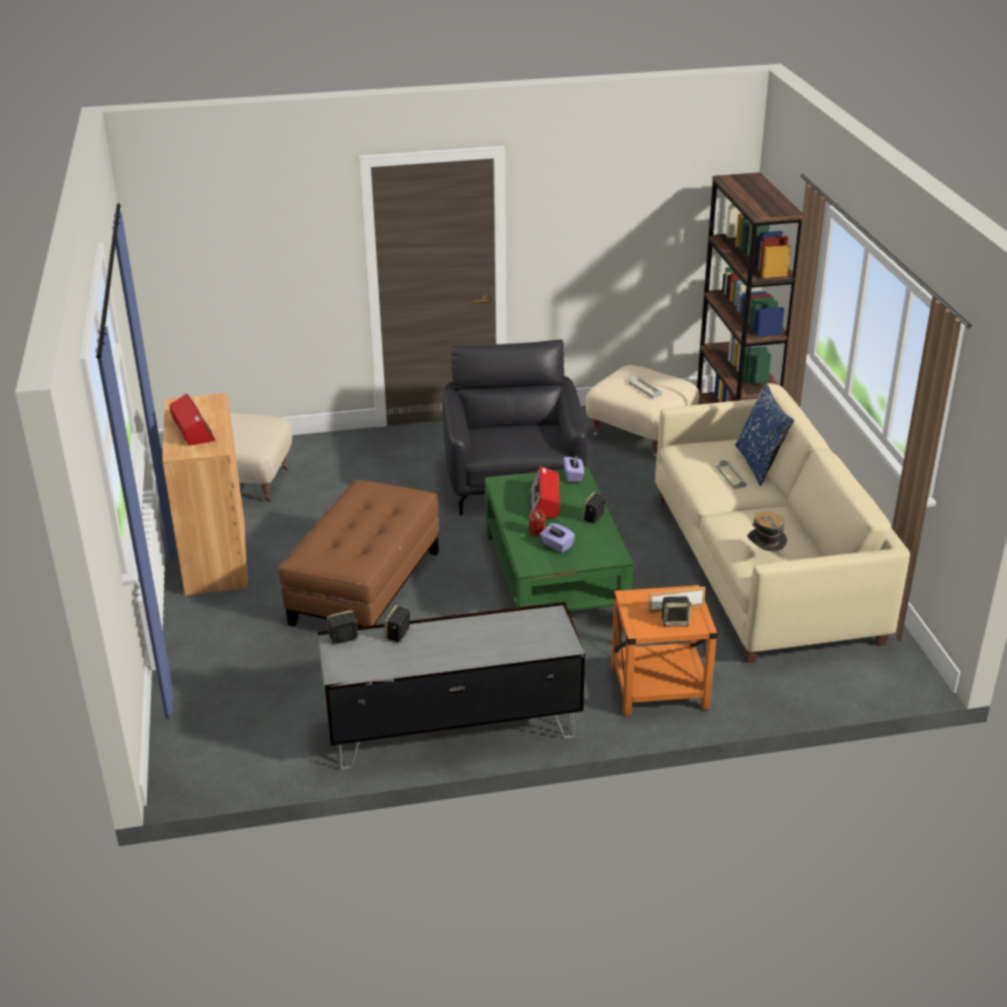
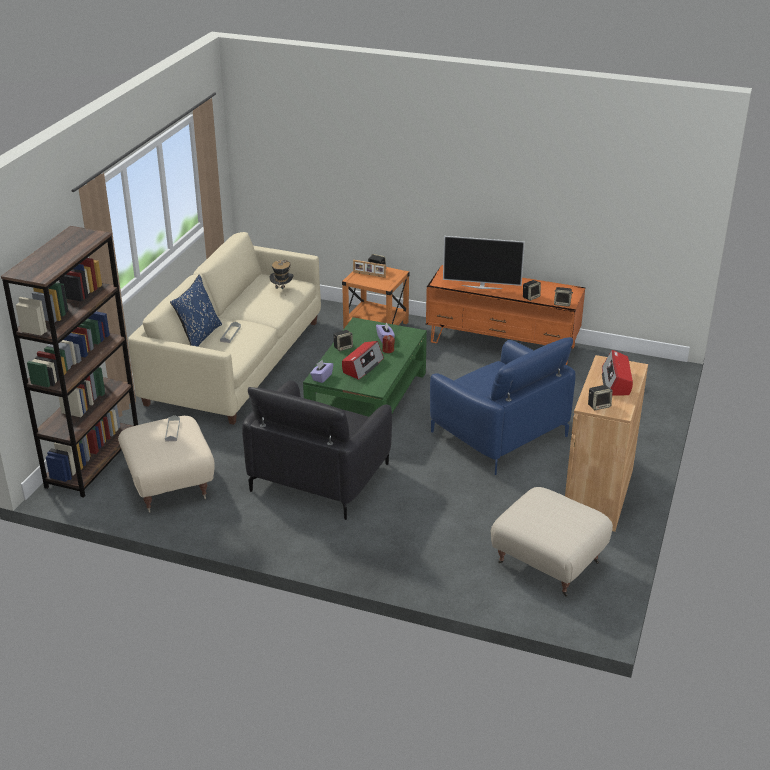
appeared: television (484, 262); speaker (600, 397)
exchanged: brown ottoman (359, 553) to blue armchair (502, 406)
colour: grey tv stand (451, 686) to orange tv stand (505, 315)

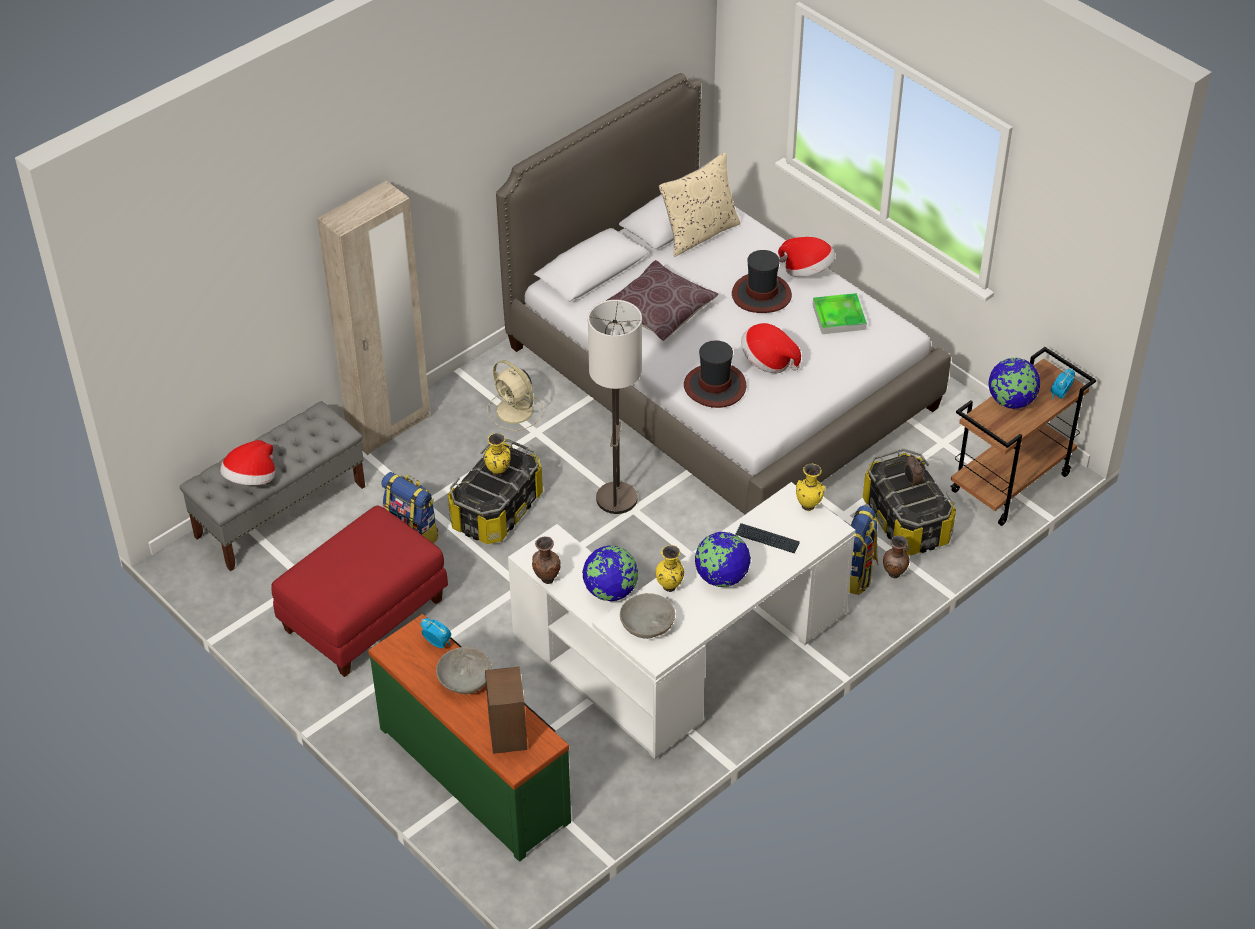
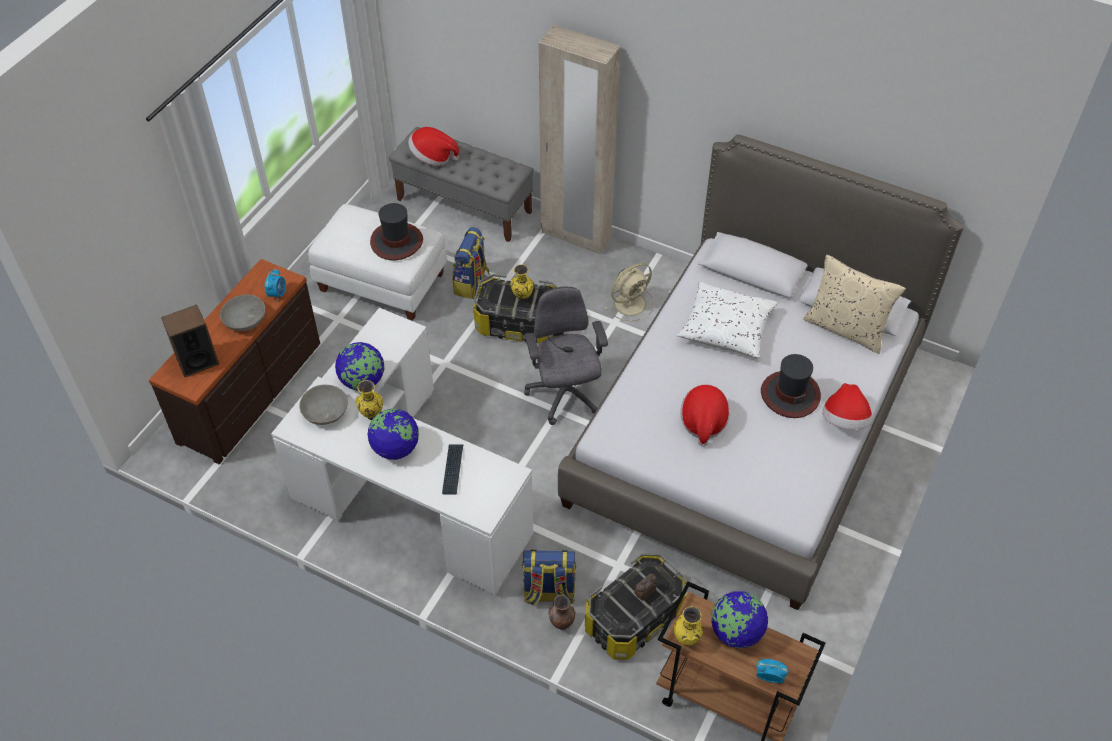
missing: tray (840, 313); brown vase (546, 560)
relocated: hat (715, 374) to (396, 231); yellow vase (810, 487) to (688, 626)
exchanged: floor lamp (615, 407) to grey office chair (566, 356)
colour: brown pillow (662, 300) to white pillow (727, 320); red ottoman (359, 591) to white ottoman (377, 262); green dresser (469, 737) to brown dresser (234, 361)
spun: beige fan (515, 395) = (630, 292) 150 degrees counterclockwise

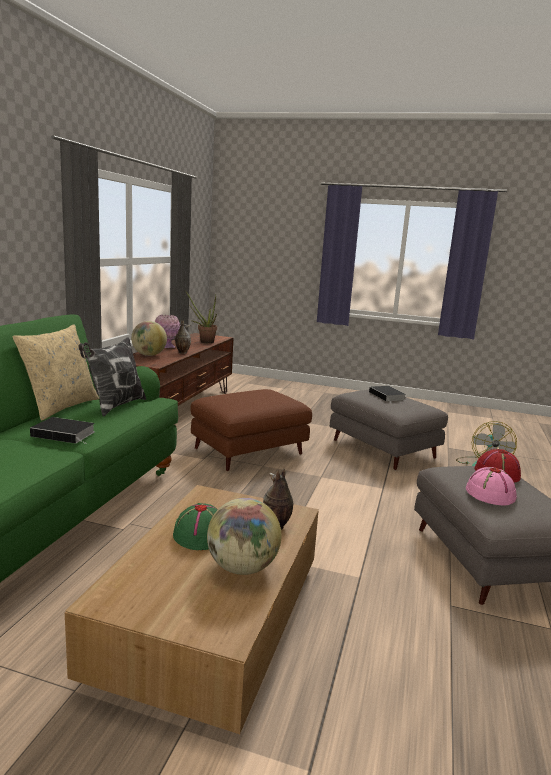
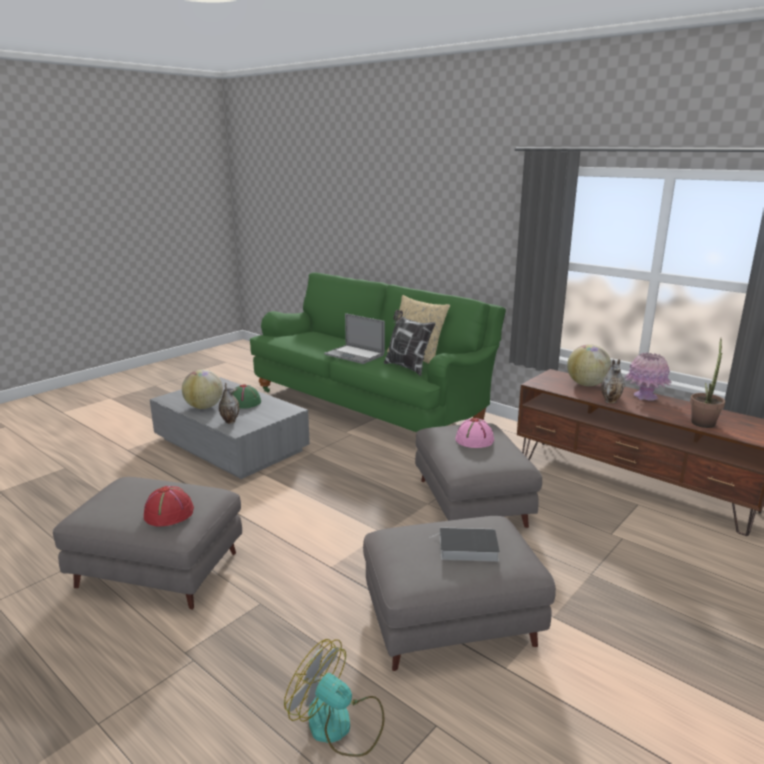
relocated: pink hat (491, 486) to (474, 433)
exchanged: book (62, 430) to laptop (354, 338)
colour: brown ottoman (251, 430) to grey ottoman (478, 475); brown coffee table (192, 609) to grey coffee table (230, 428)

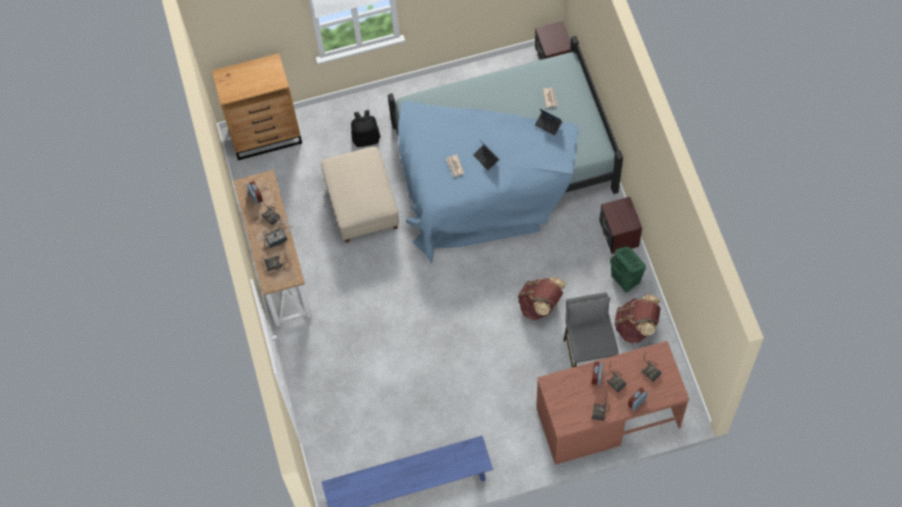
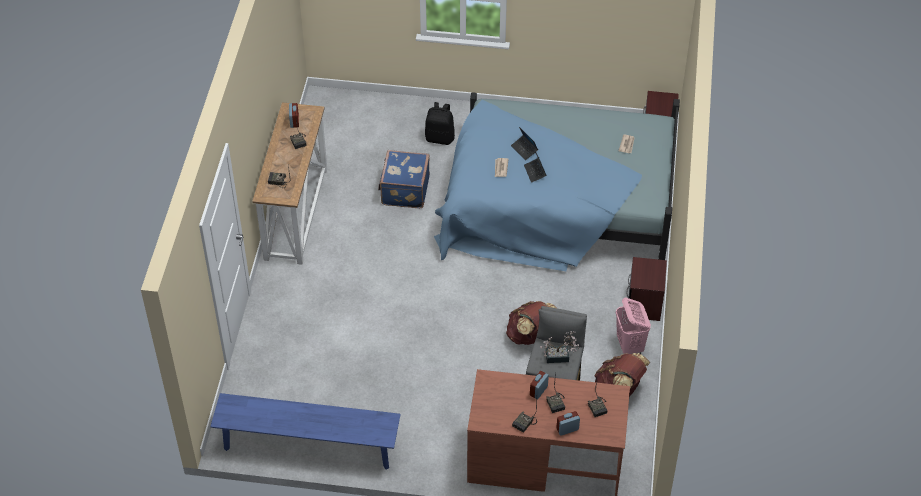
missing: brown dresser (257, 106)
relocated: laptop (548, 122) to (524, 143); potted plant (276, 231) to (559, 347)
exchanged: beige ottoman (360, 195) to blue suitcase (404, 179)
colour: green laundry basket (628, 269) to pink laundry basket (633, 326)

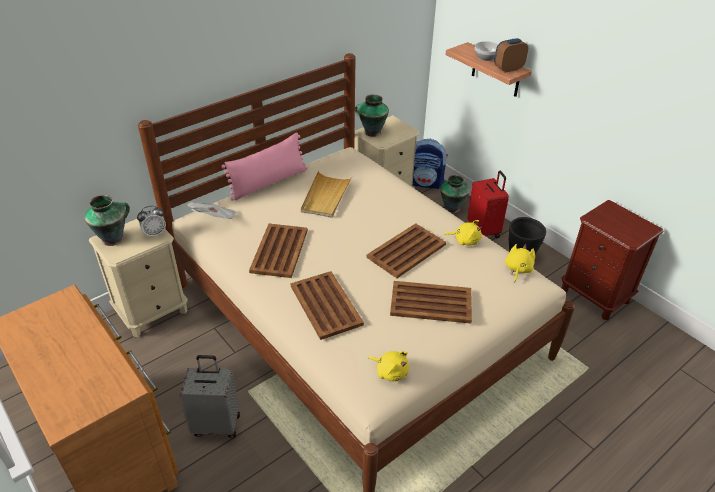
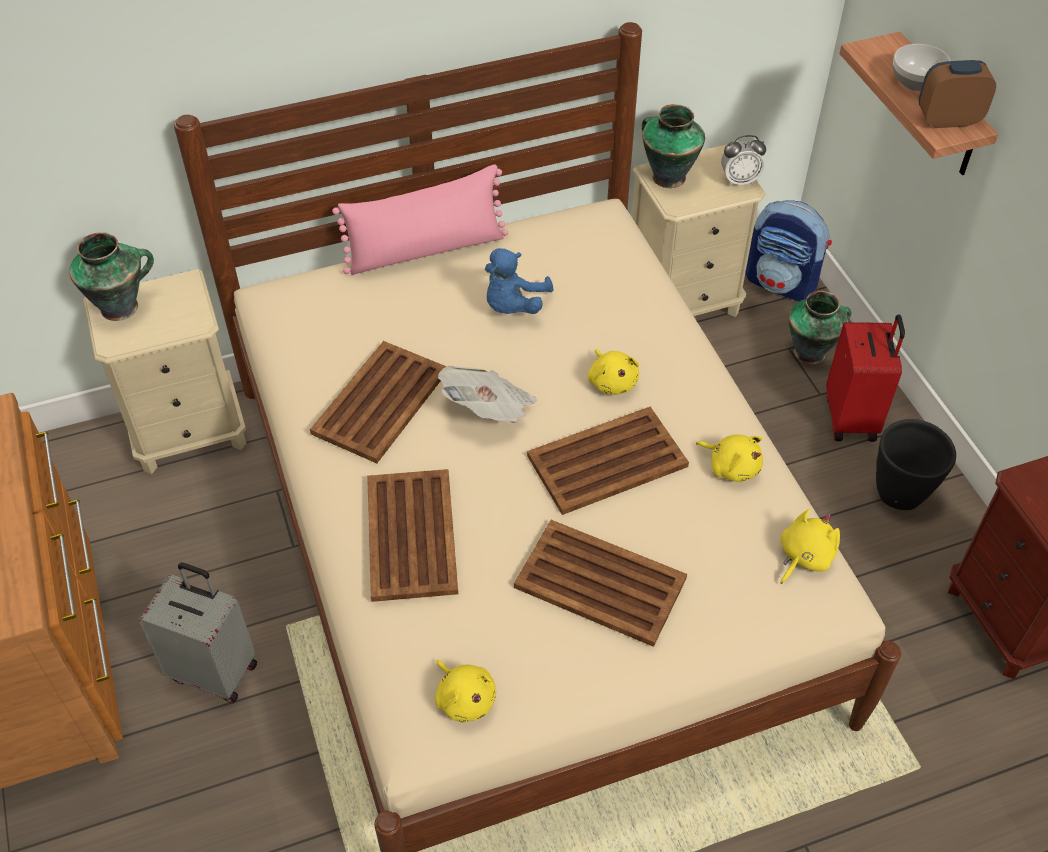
appeared: yellow plush toy (613, 372)
relocated: newspaper (213, 210) to (487, 394); alarm clock (151, 222) to (743, 160)
exchanged: beige tray (326, 194) to blue plush toy (519, 281)

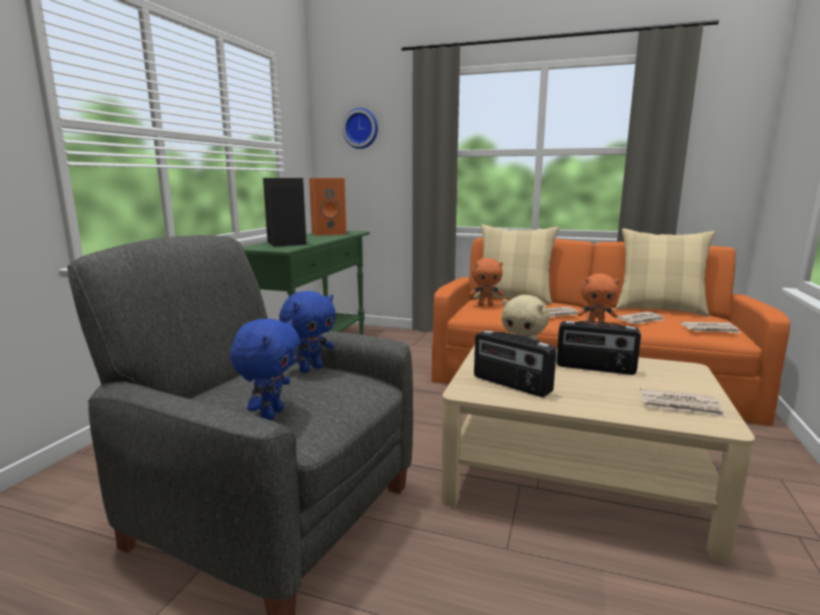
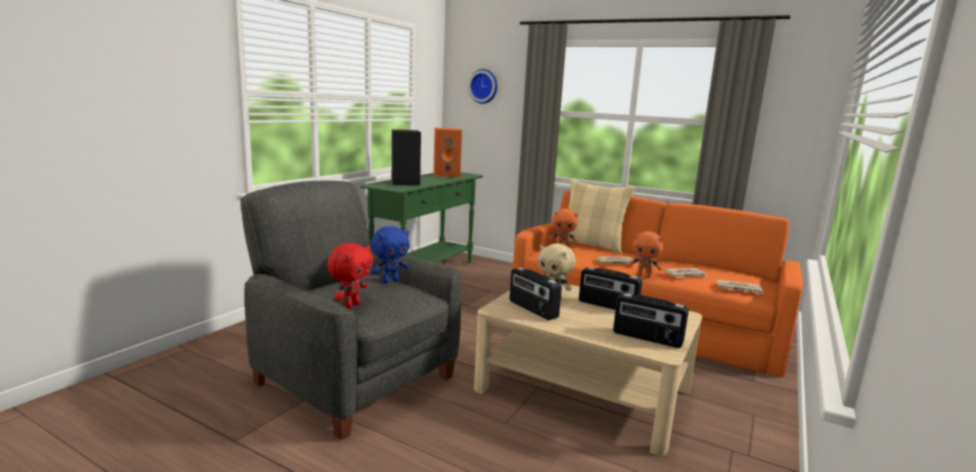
missing: beige pillow (665, 272)
exchanged: newspaper (683, 402) to radio (651, 320)
colour: blue plush toy (265, 369) to red plush toy (350, 276)

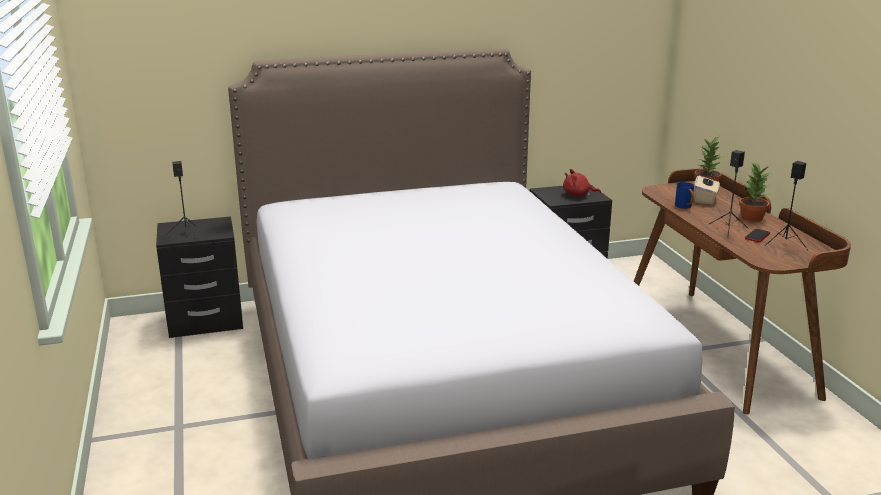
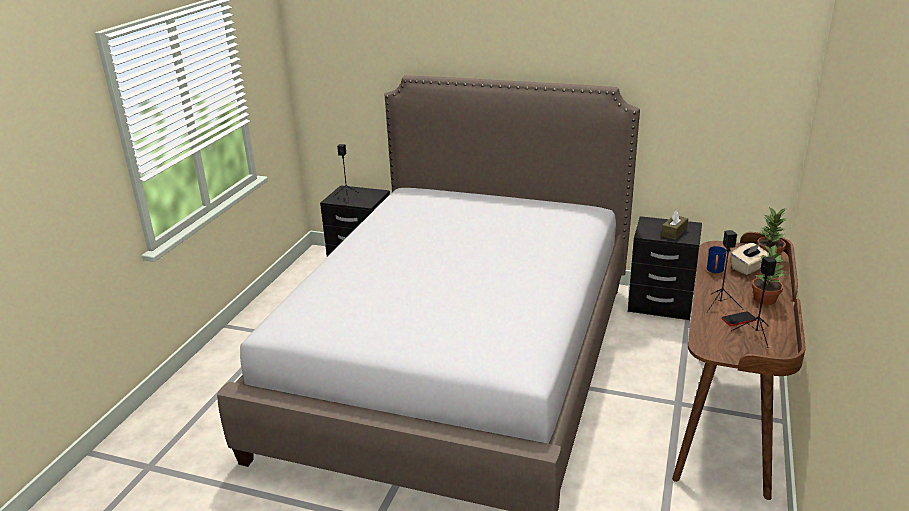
exchanged: red plush toy (582, 182) to brown tissue box (674, 225)

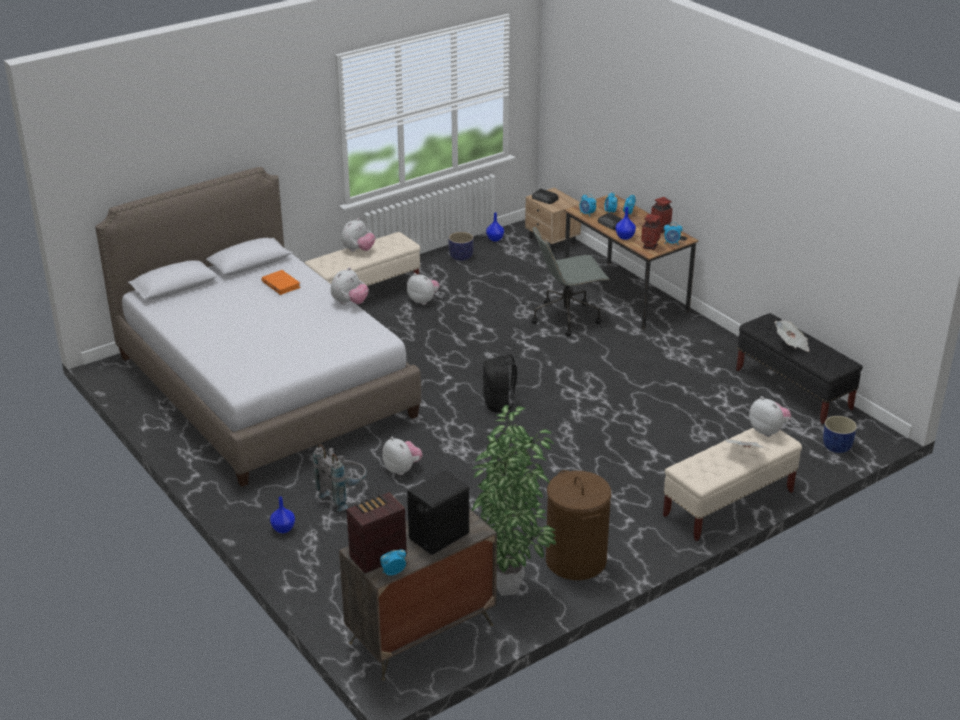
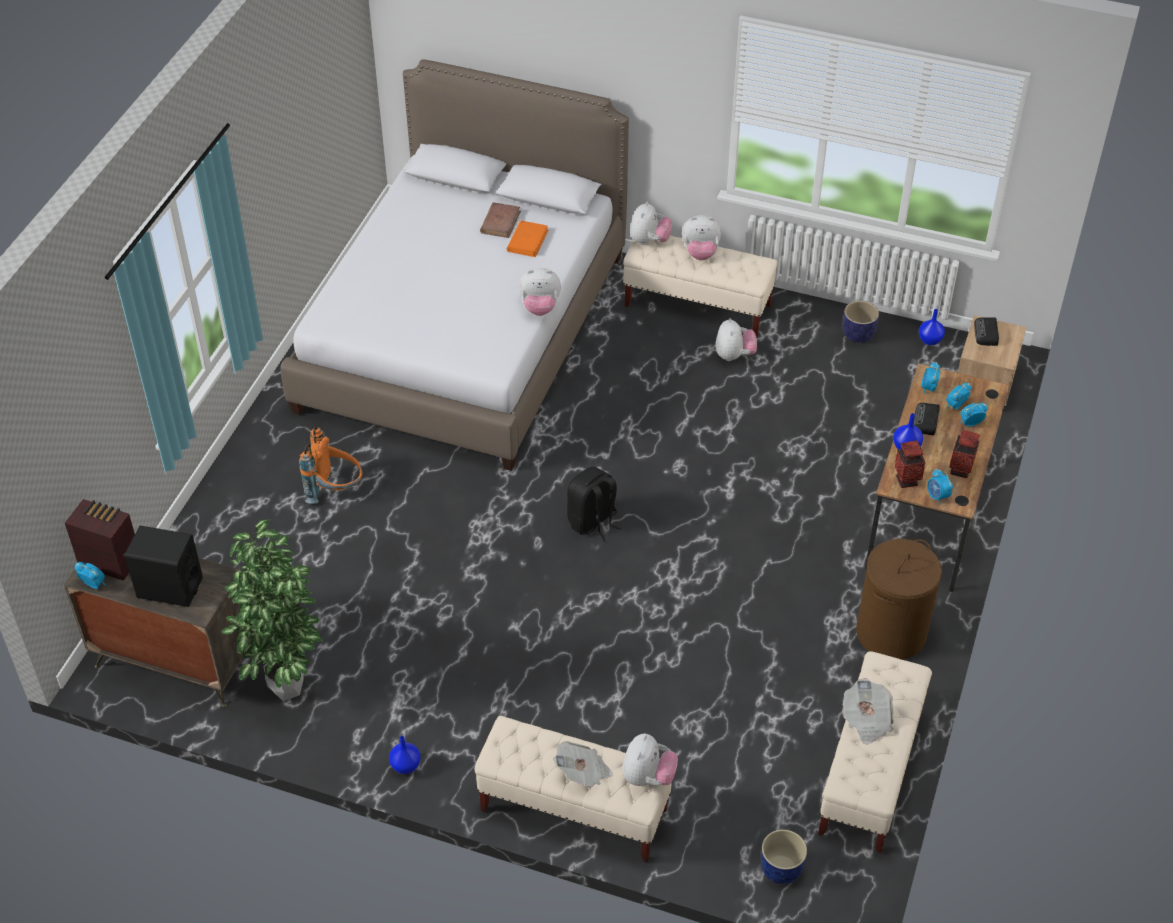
missing: grey office chair (570, 281)
appeared: brown book (500, 220)
relocated: plush toy (402, 456) to (651, 223); brown laundry basket (578, 525) to (899, 599); blue vase (282, 514) to (405, 755)
colour: black bench (799, 368) to beige bench (875, 752); grey backpack (340, 478) to orange backpack (331, 465)

